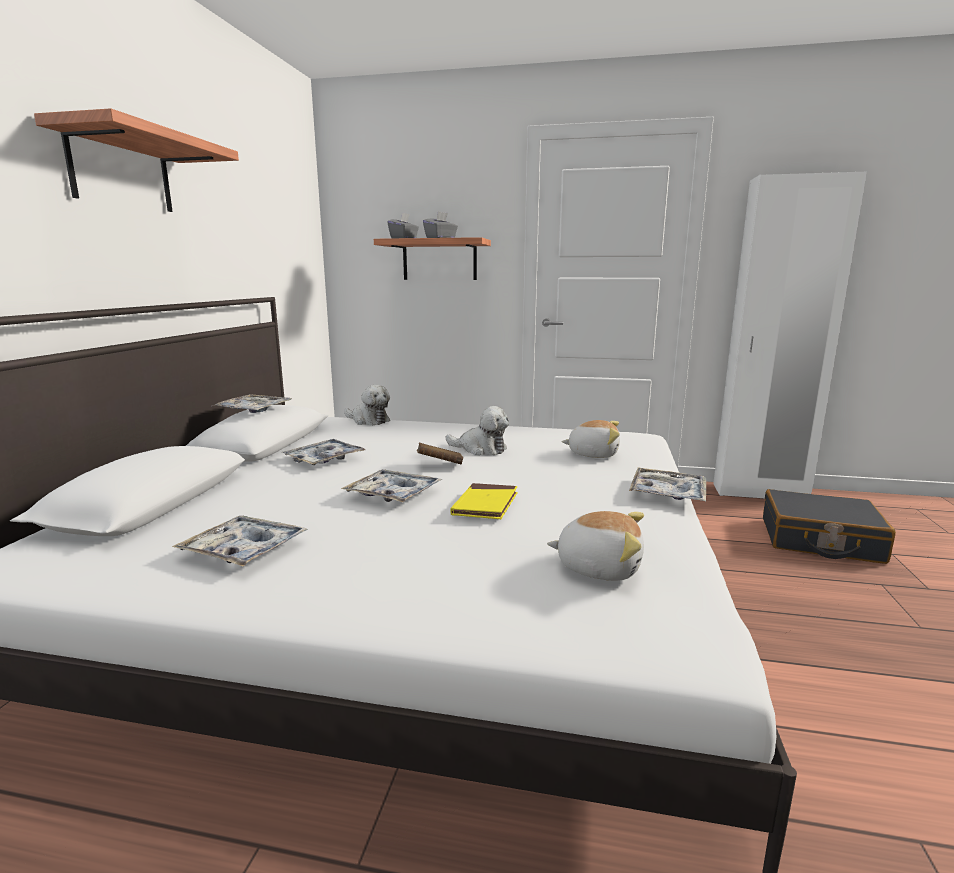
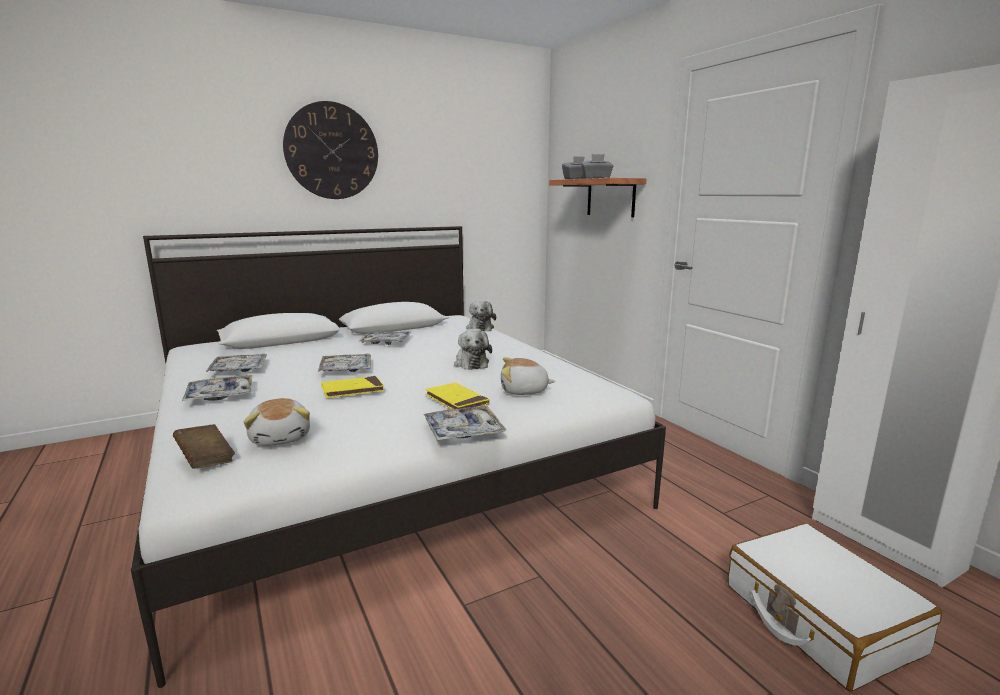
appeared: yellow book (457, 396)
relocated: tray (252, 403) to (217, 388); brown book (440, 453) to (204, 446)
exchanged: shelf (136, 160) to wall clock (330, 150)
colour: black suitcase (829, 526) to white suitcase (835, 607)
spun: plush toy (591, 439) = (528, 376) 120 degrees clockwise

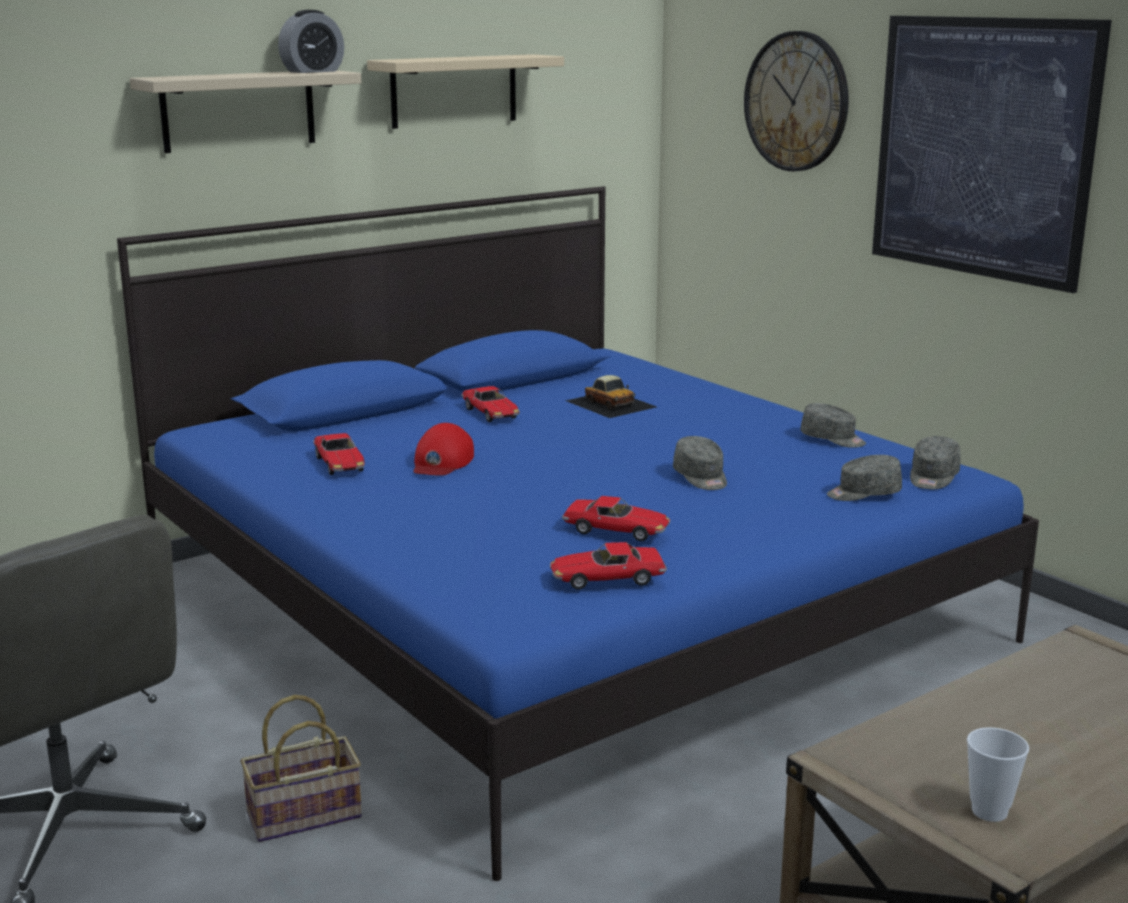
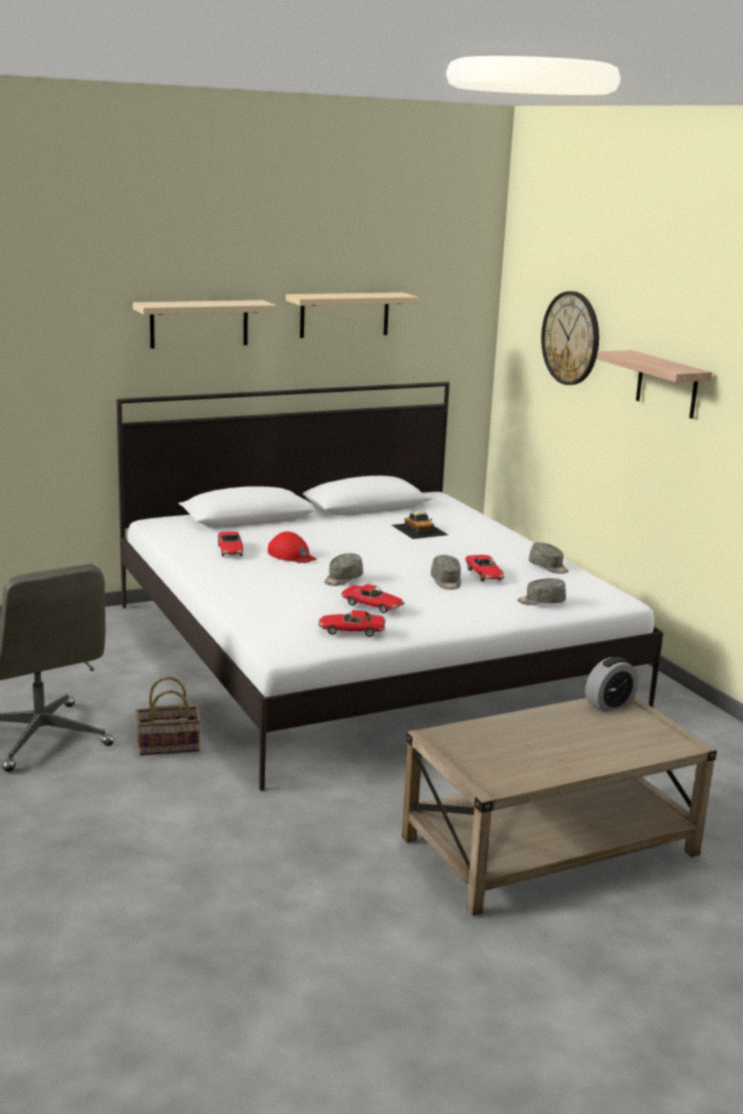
missing: cup (998, 774)
relocated: alarm clock (311, 41) to (612, 684); toy car (490, 404) to (484, 568); grey cap (935, 462) to (343, 569)
exchanged: picture (992, 154) to shelf (654, 384)
colour: blue bed (578, 533) to white bed (389, 586)
spun: red cap (443, 449) = (292, 547) 75 degrees counterclockwise

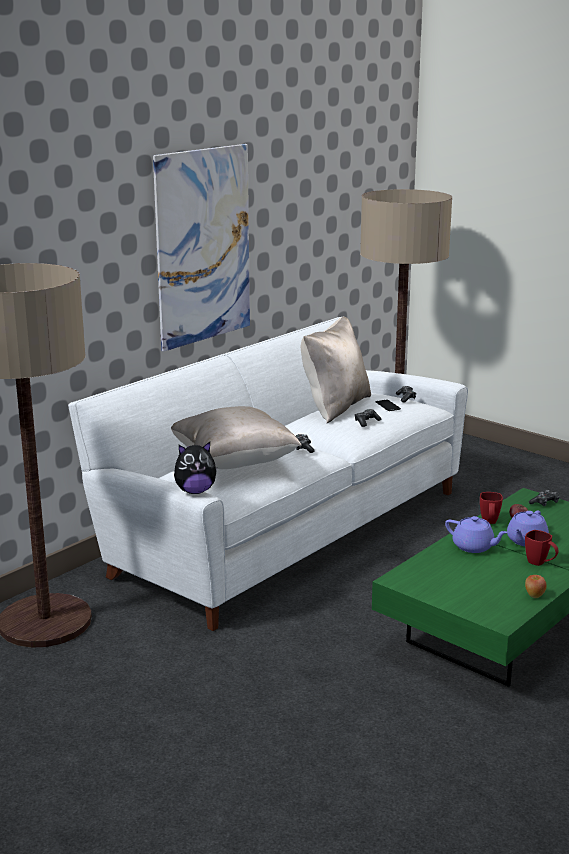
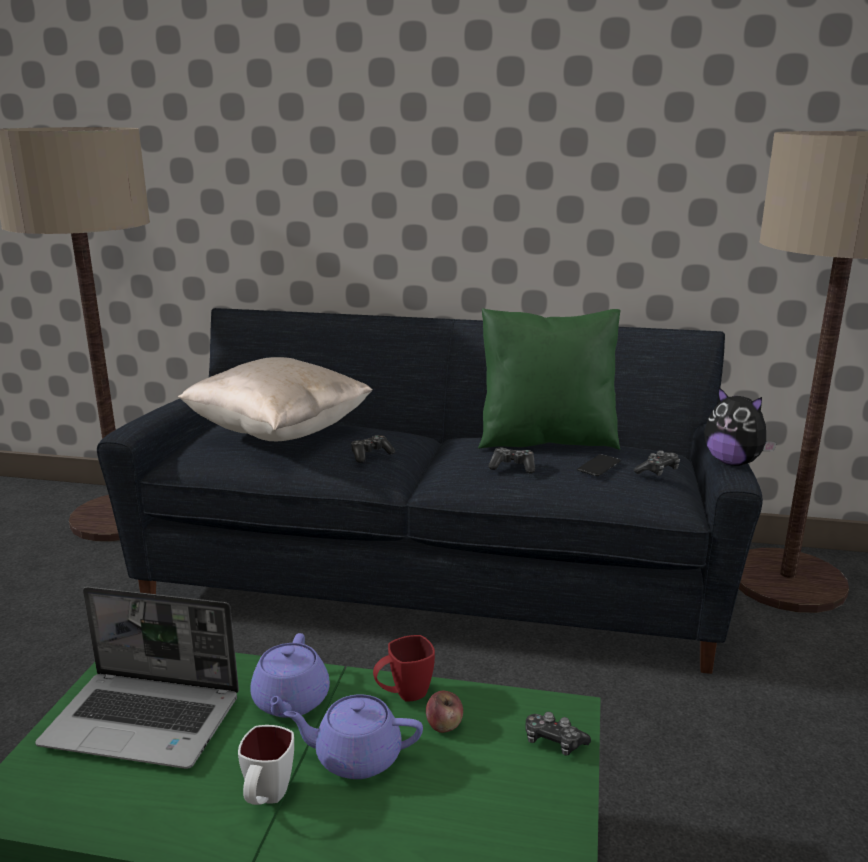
missing: picture (201, 248); apple (536, 586)
appeared: laptop (137, 678)
relocated: plush toy (195, 468) to (740, 426)
colour: beige pillow (336, 369) to green pillow (549, 379); white sofa (268, 474) to black sofa (430, 491); red mug (541, 548) to white mug (266, 765)

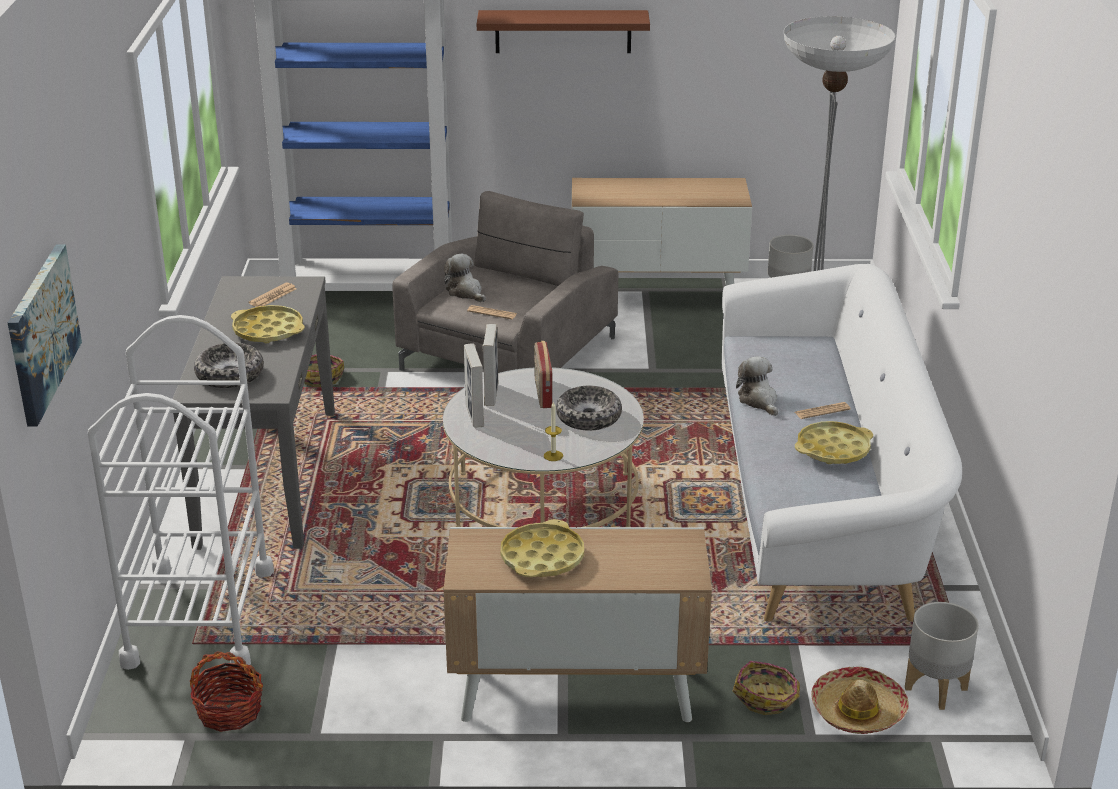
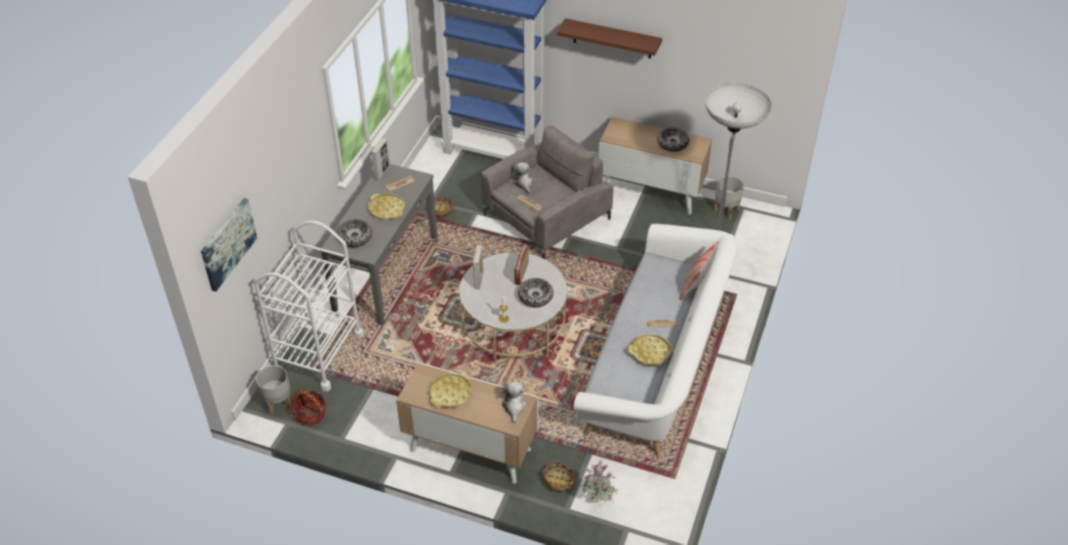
appeared: bowl (673, 139); pillow (699, 270)
relocated: picture frame (490, 365) to (380, 159); plush toy (757, 386) to (513, 402); grey planter (942, 656) to (273, 390)
exchanged: hat (860, 700) to potted plant (599, 482)

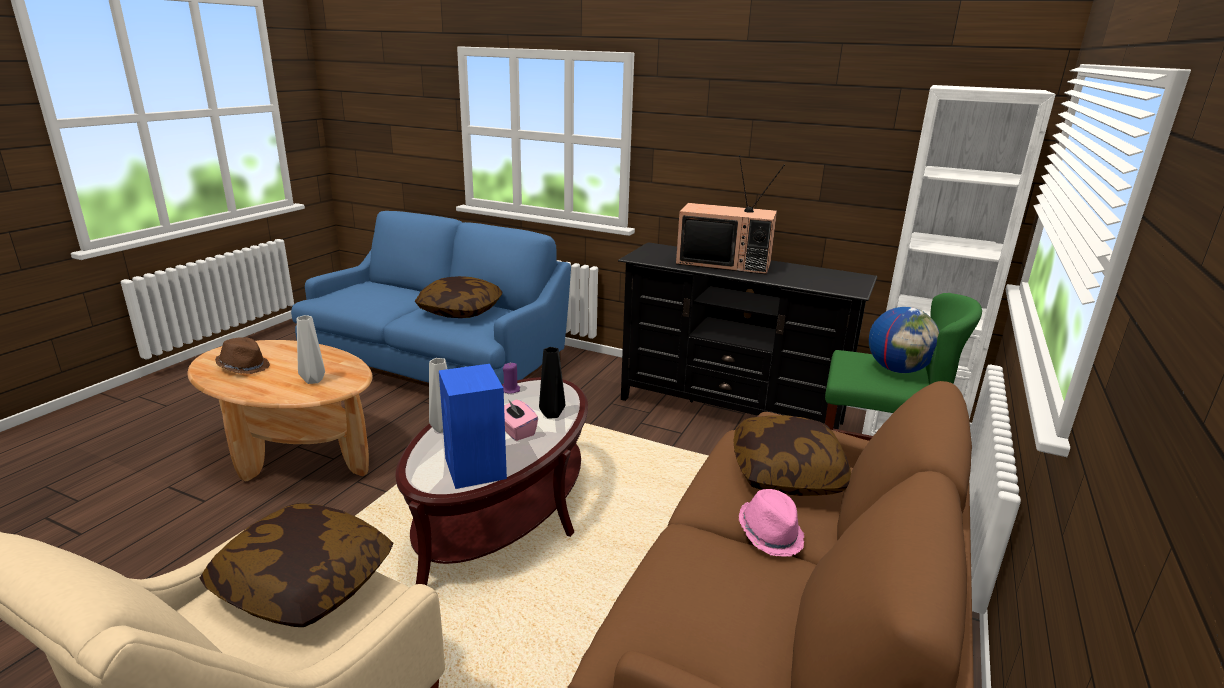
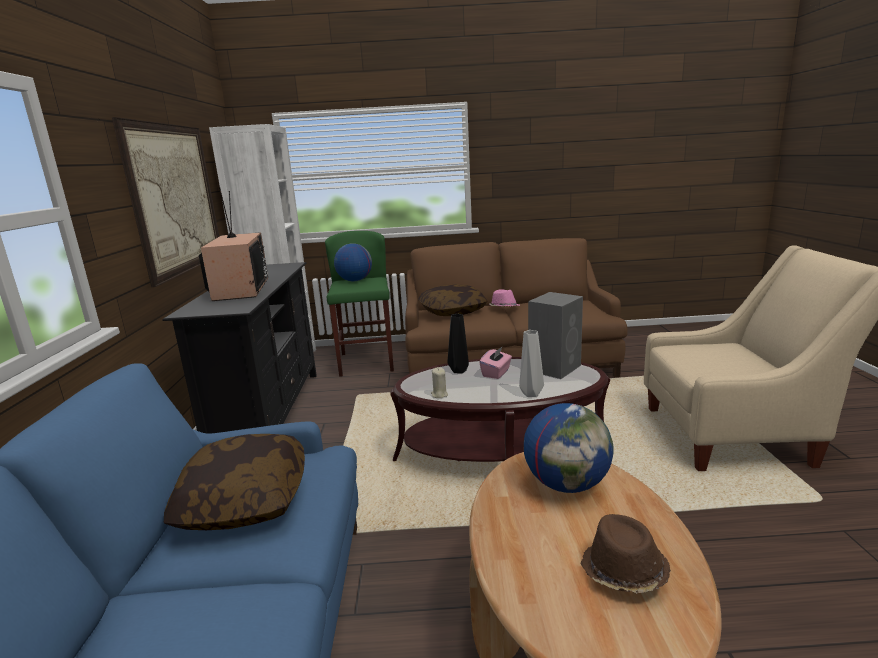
missing: pillow (297, 565)
appeared: picture (165, 202)
exchanged: grey vase (311, 349) to globe (569, 448)
colour: purple candle (511, 378) to beige candle (439, 382); blue speaker (473, 426) to grey speaker (555, 335)

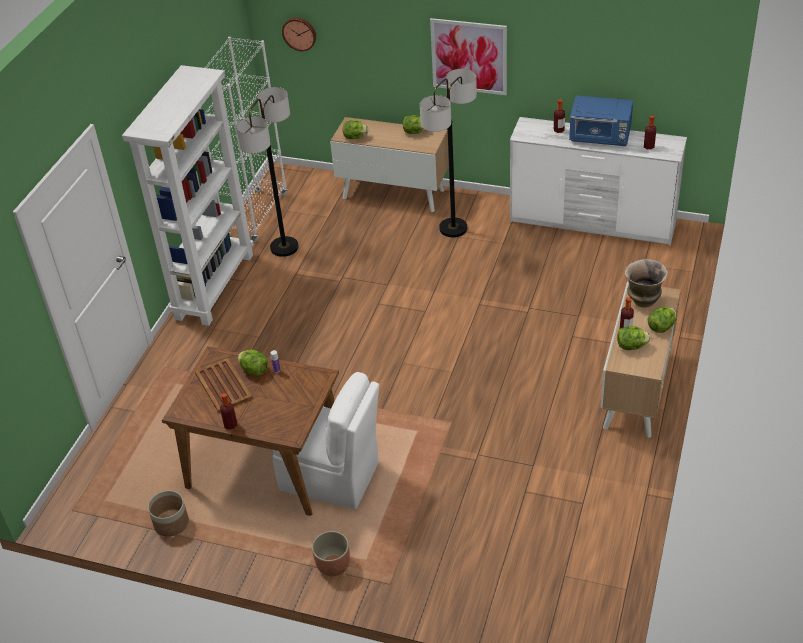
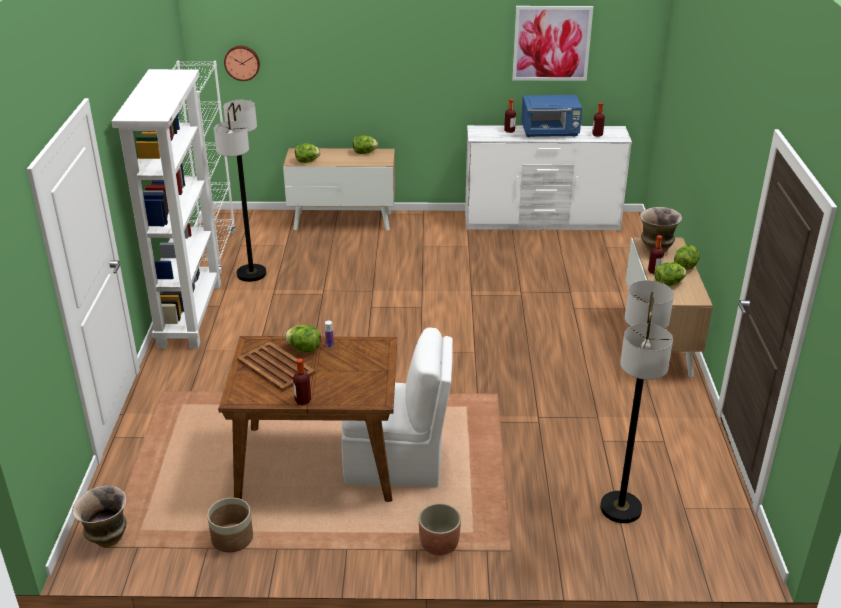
appeared: vase (99, 516)
relocated: picture (468, 56) to (552, 43); floor lamp (448, 153) to (637, 401)

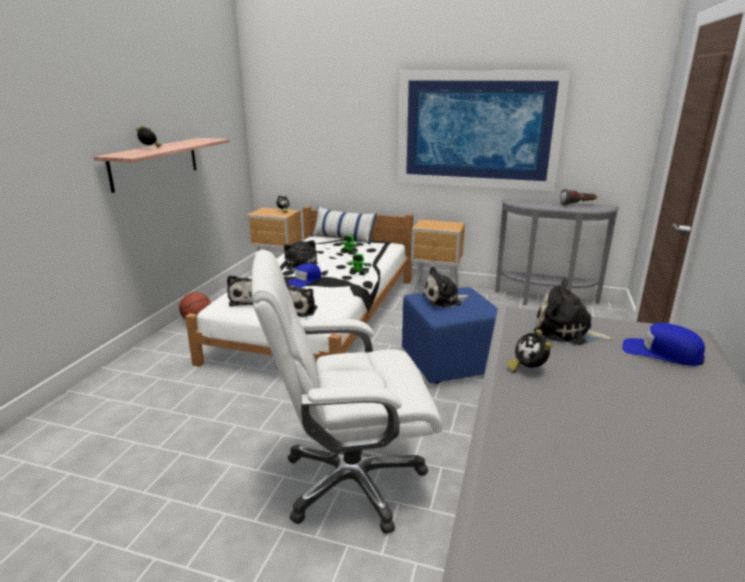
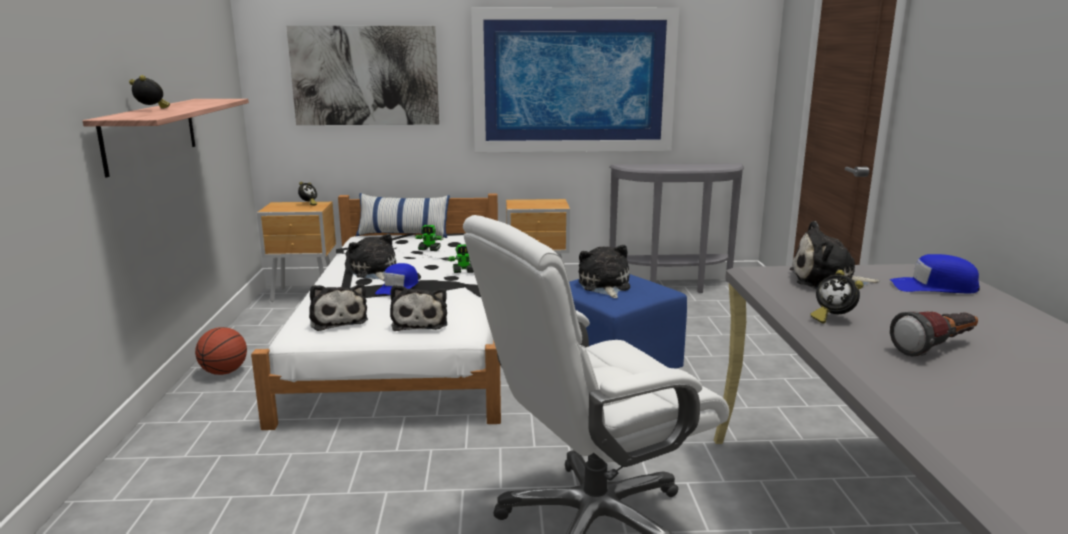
appeared: picture (363, 75)
relocated: flashlight (578, 197) to (934, 334)
spun: plush toy (445, 287) = (604, 271) 120 degrees clockwise

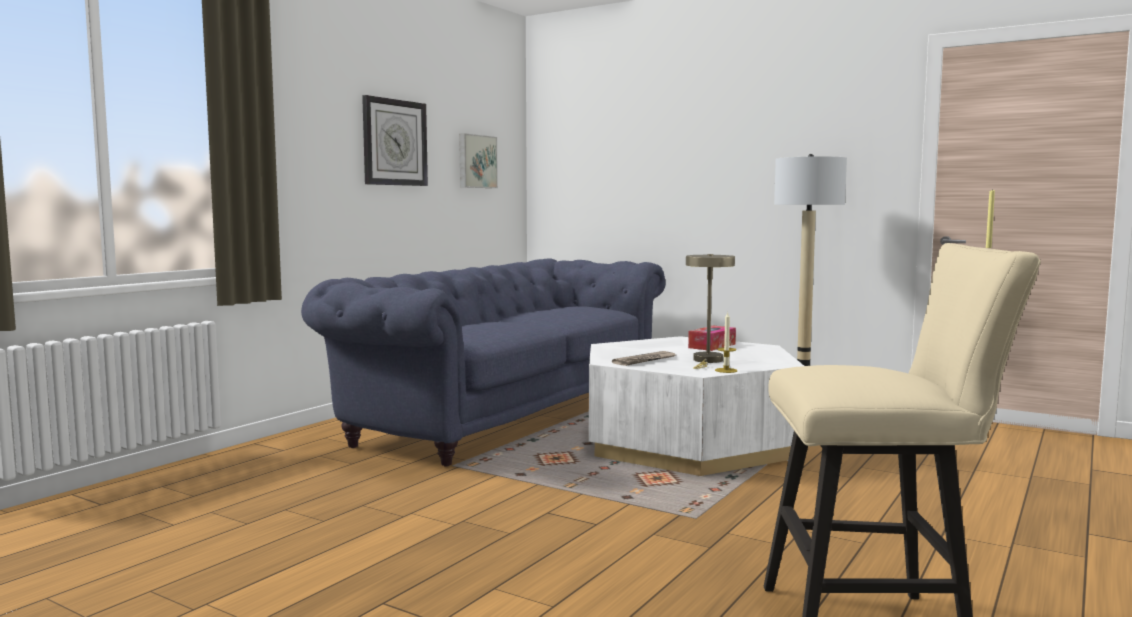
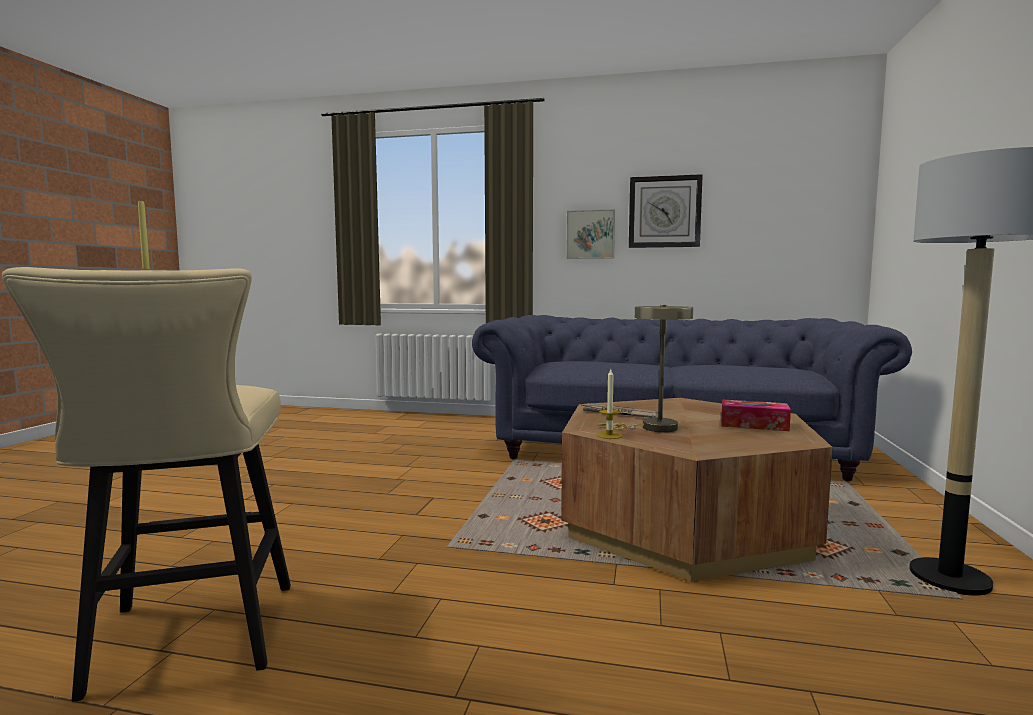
relocated: picture (478, 160) to (590, 234)
colour: white coffee table (696, 406) to brown coffee table (697, 490)

